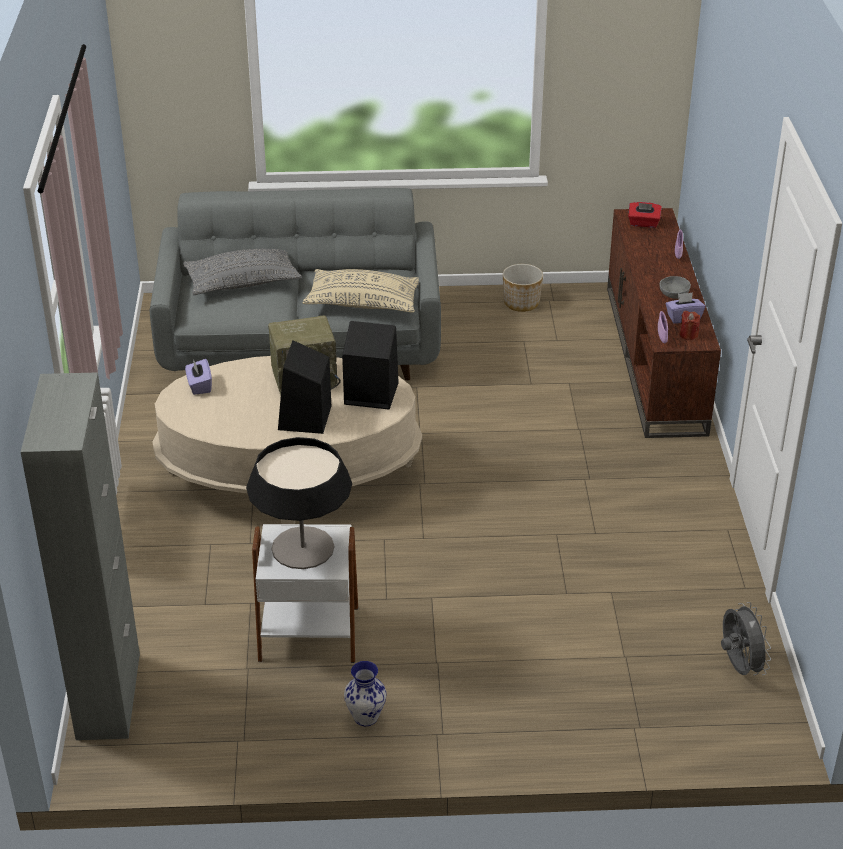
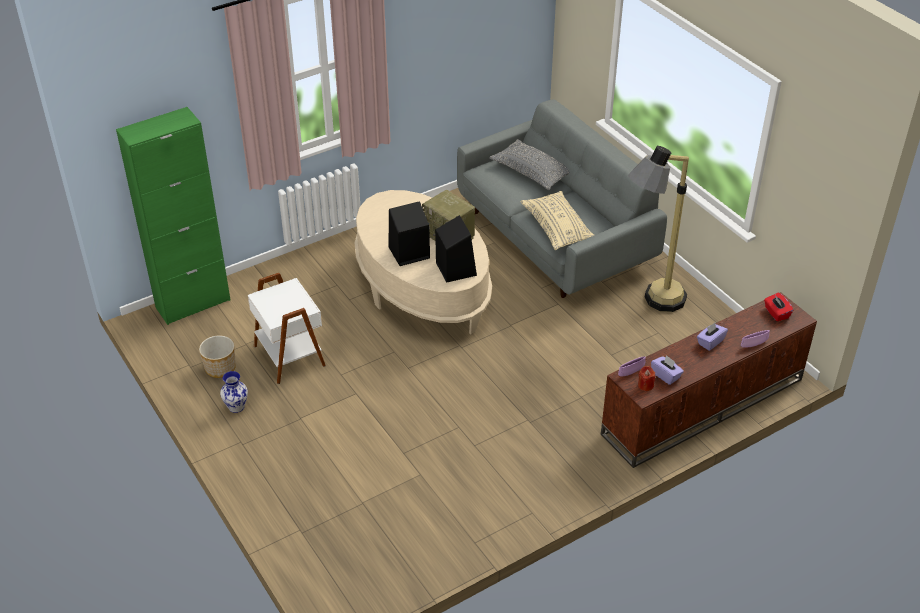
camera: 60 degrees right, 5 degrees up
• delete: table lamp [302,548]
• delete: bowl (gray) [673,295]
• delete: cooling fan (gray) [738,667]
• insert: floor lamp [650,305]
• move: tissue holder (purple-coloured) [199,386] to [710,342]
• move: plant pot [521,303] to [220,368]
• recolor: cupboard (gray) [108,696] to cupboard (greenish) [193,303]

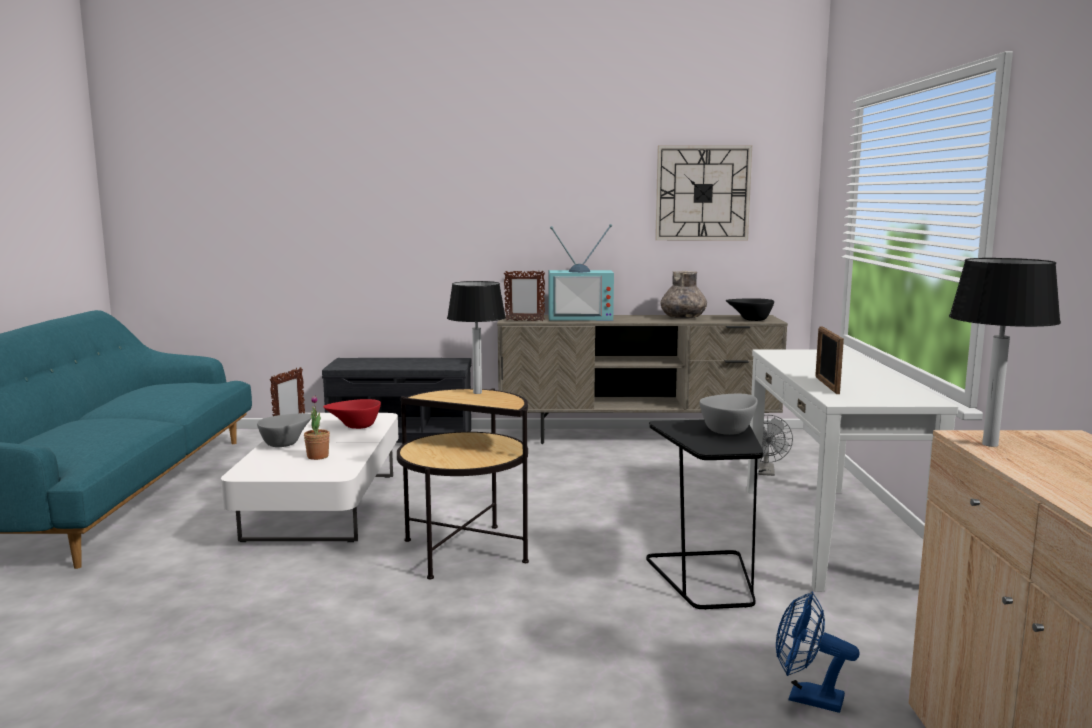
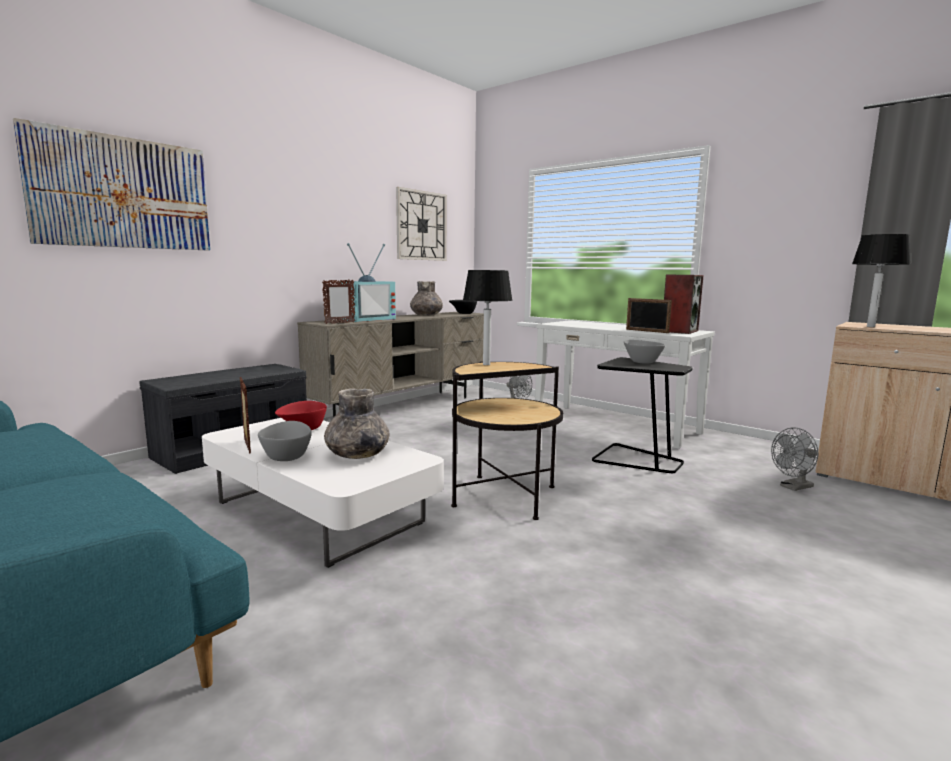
camera: 50 degrees left, 0 degrees up
• insert: wall picture [123,193]
• insert: loudspeaker [679,331]
• replace: plant in a pot [318,456] to vase (gray) [357,455]
• recolor: cooling fan (blue-coloured) [806,698] to cooling fan (gray) [793,487]

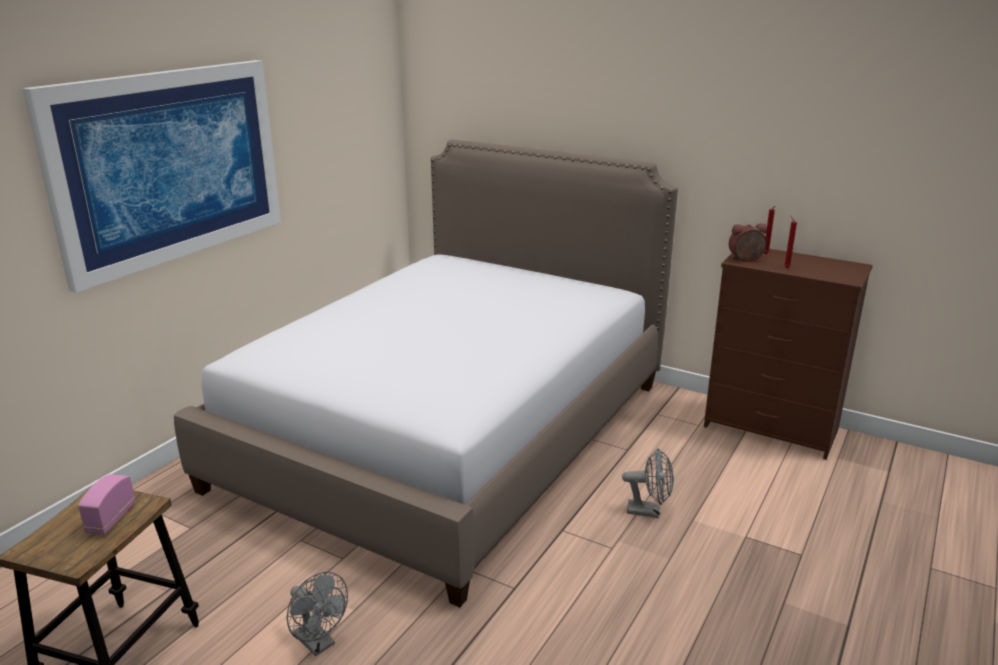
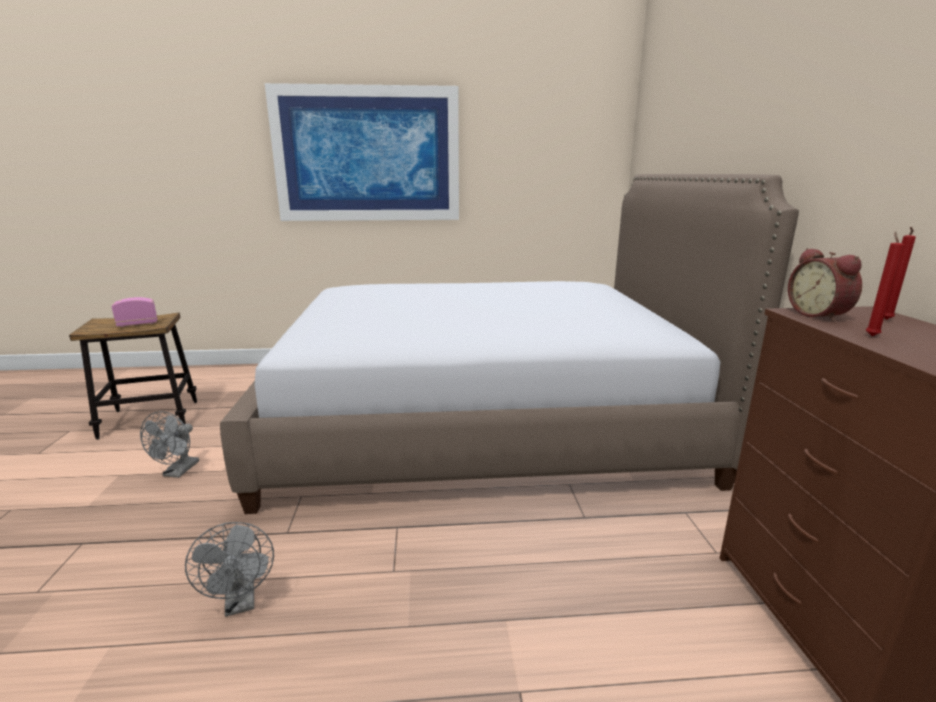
camera: 55 degrees right, 5 degrees down
• move: cooling fan (gray) [649,511] to [241,603]
• rotate: alarm clock [746,260] = [819,315] 150 degrees counterclockwise

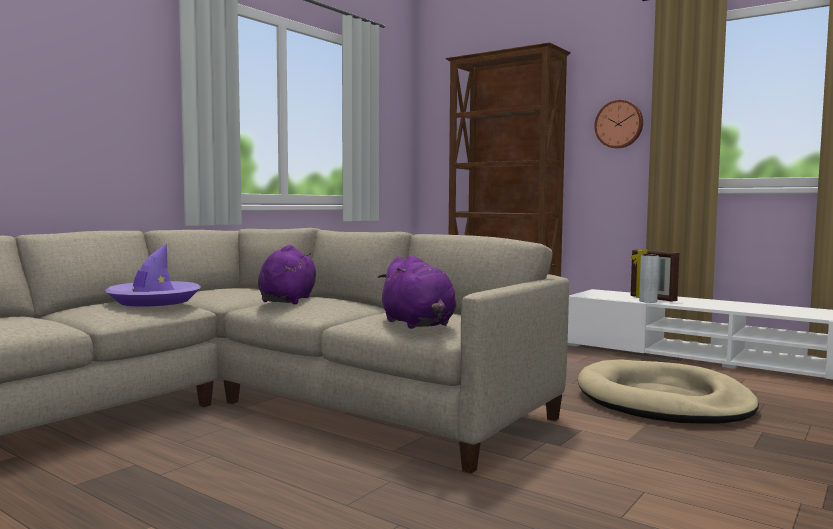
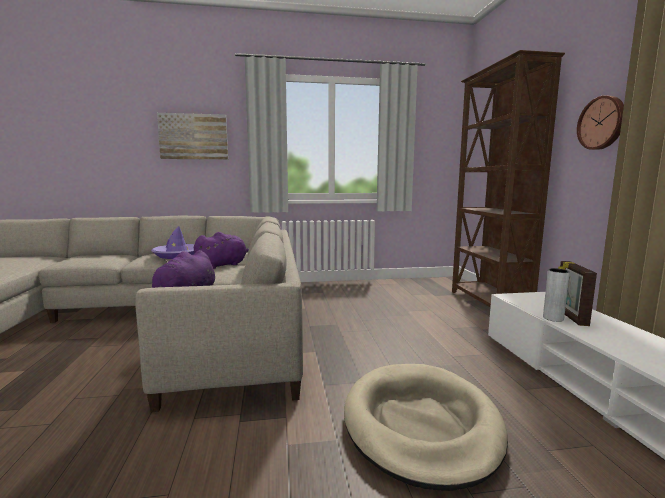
camera: 45 degrees right, 5 degrees up
• insert: wall picture [194,137]

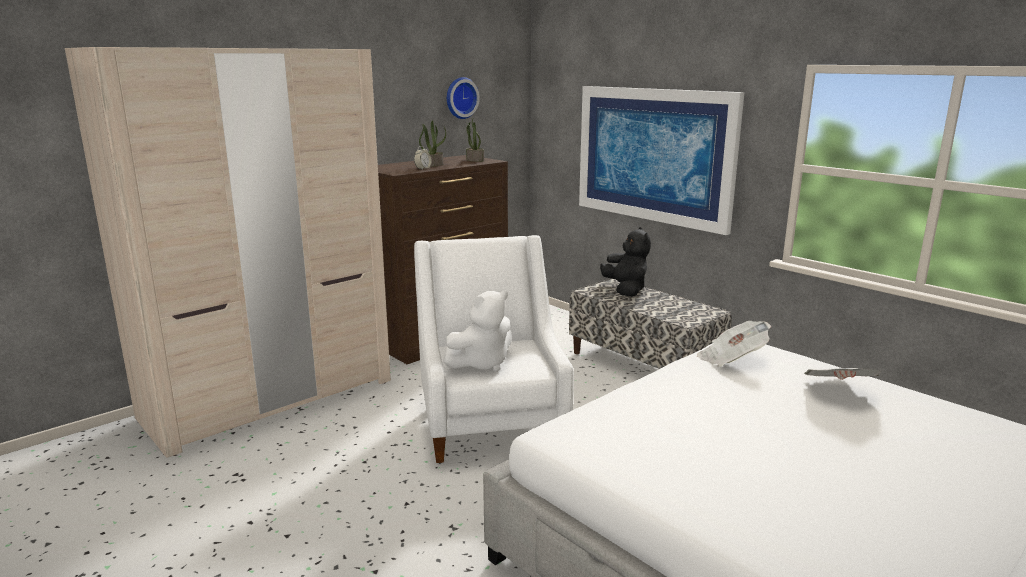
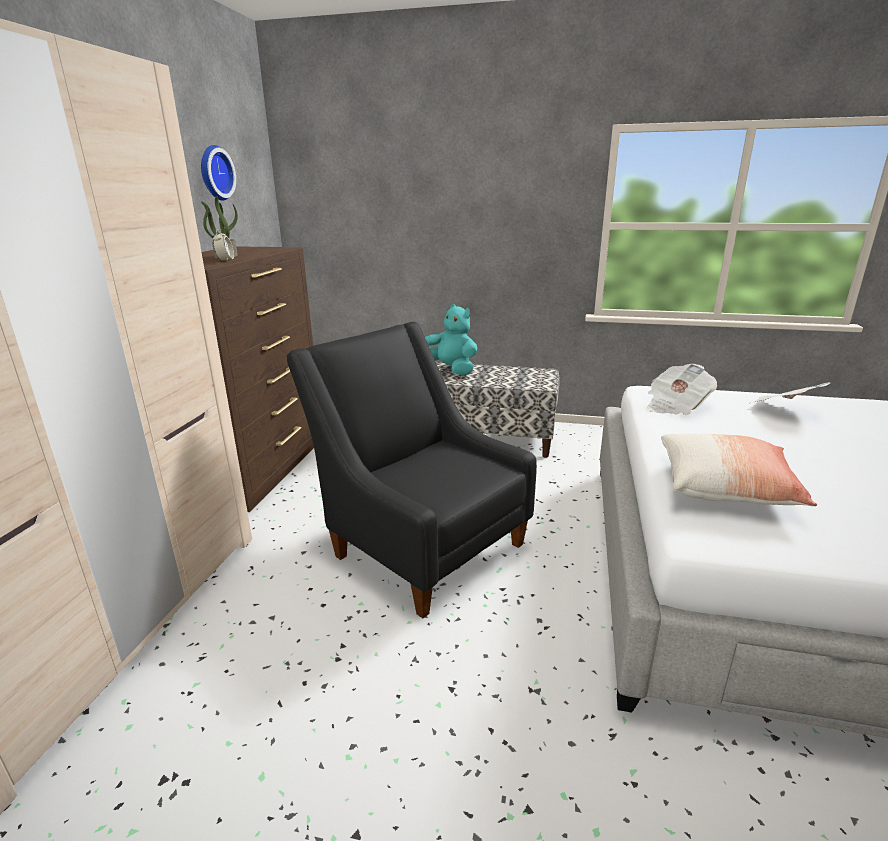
camera: 35 degrees left, 5 degrees up
• delete: cuddly toy (white) [482,363]
• delete: plant in a pot [474,160]
• delete: wall picture [654,155]
• insert: cushion [725,487]
• recolor: armchair (white) [490,421] to armchair (blackish) [420,544]
• recolor: cuddly toy (blackish) [626,290] to cuddly toy (turquoise-coloured) [450,370]

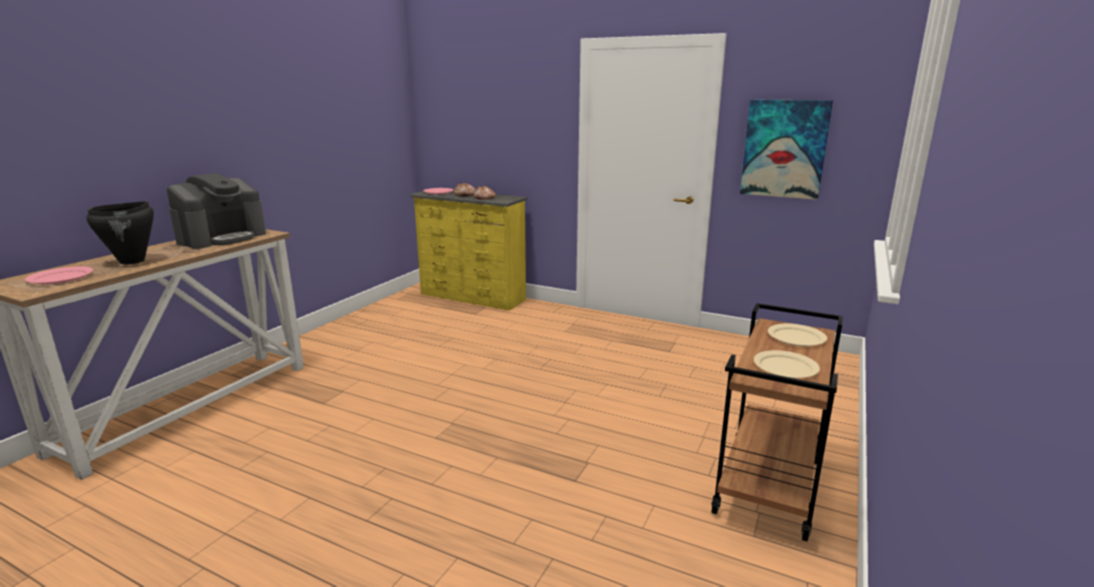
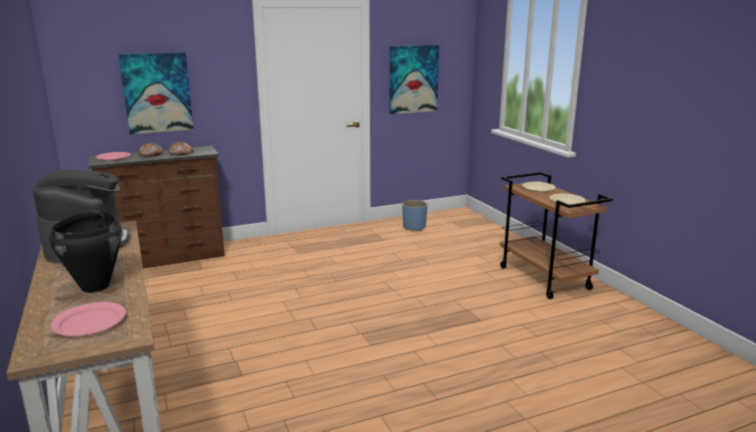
camera: 50 degrees left, 0 degrees up
• insert: wall picture [157,93]
• insert: plant pot (blue-coloured) [414,227]
• recolor: drawer chest (yellow) [472,297] to drawer chest (brown-coloured) [168,258]

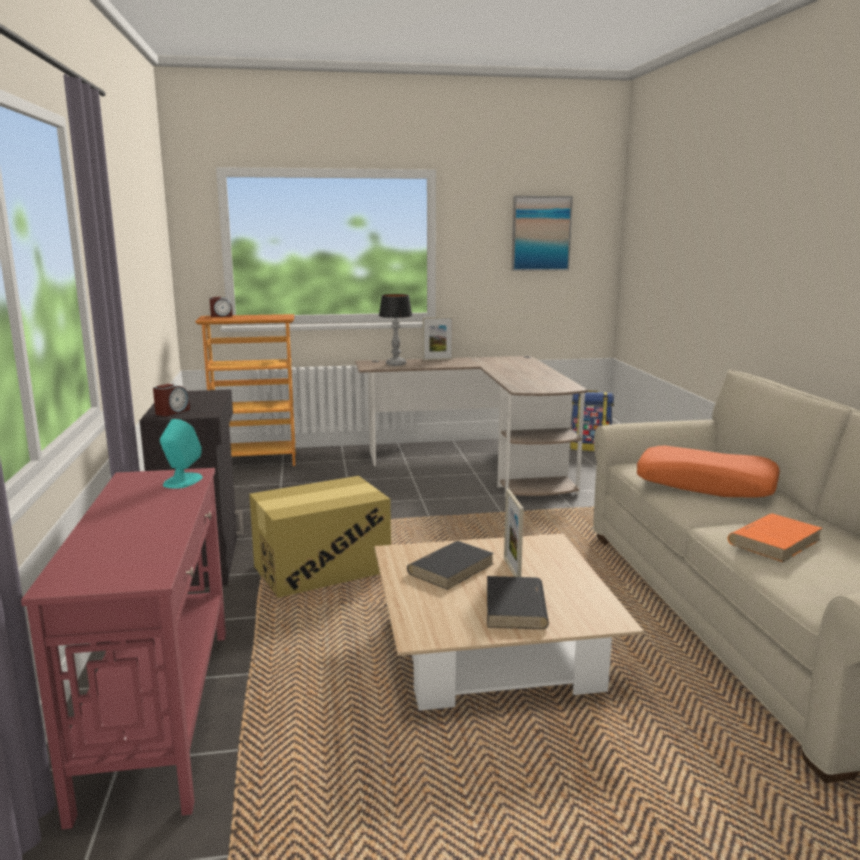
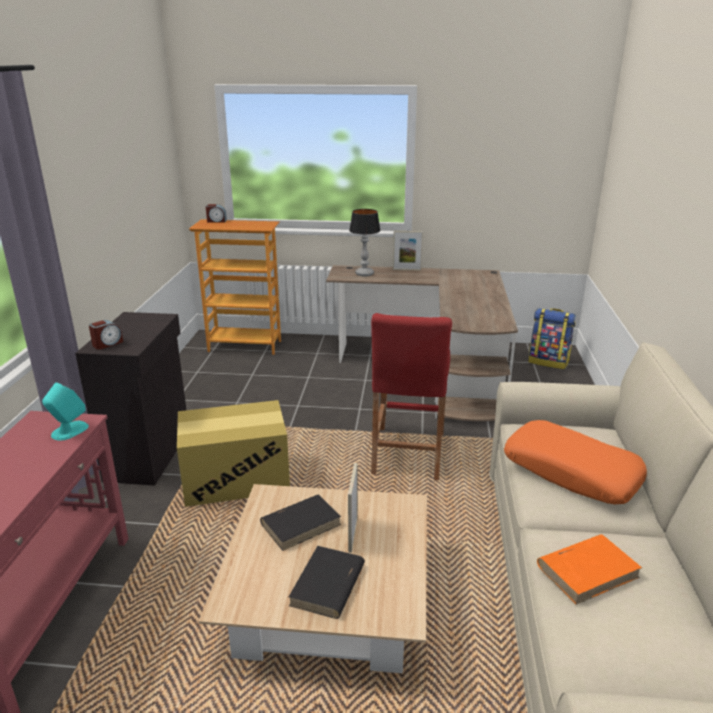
camera: 15 degrees right, 10 degrees up
• delete: wall picture [541,233]
• insert: stool seat (reddish) [407,452]

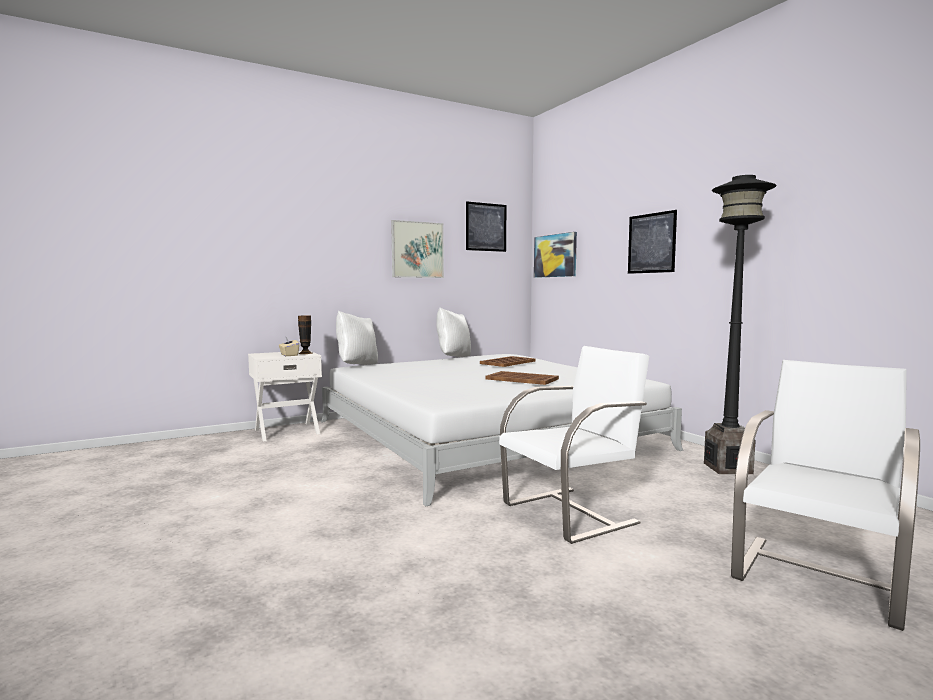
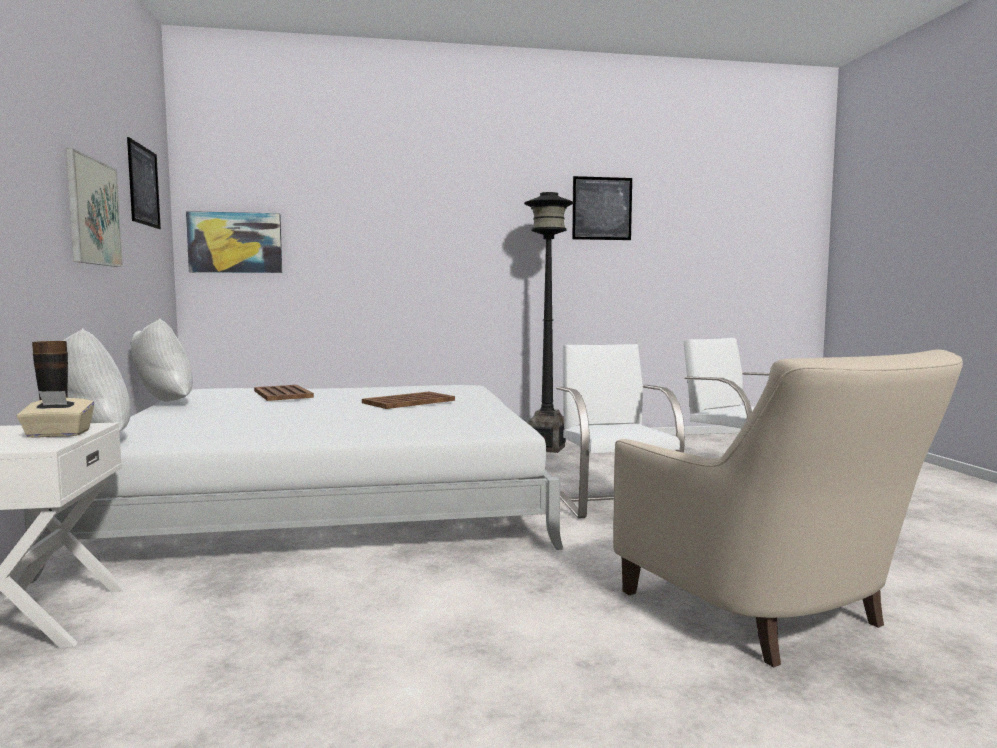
camera: 70 degrees left, 0 degrees up
• insert: armchair (sand-coloured) [771,615]
• move: wall picture [651,243] to [602,208]

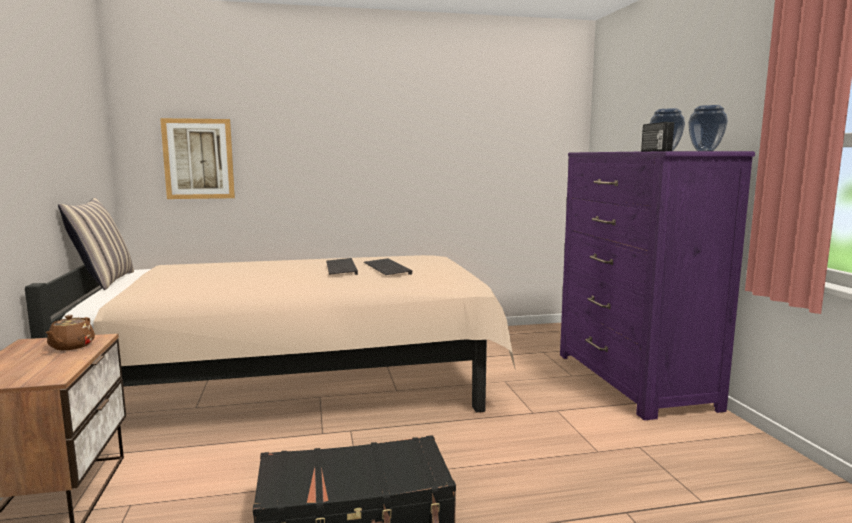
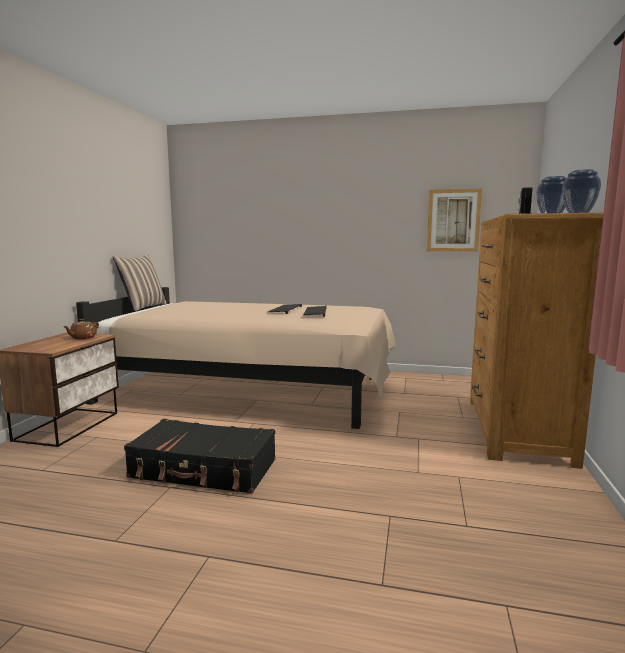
camera: 25 degrees right, 0 degrees up
• move: wall picture [198,159] to [453,220]
• recolor: drawer chest (purple-coloured) [632,380] to drawer chest (brown-coloured) [515,429]

